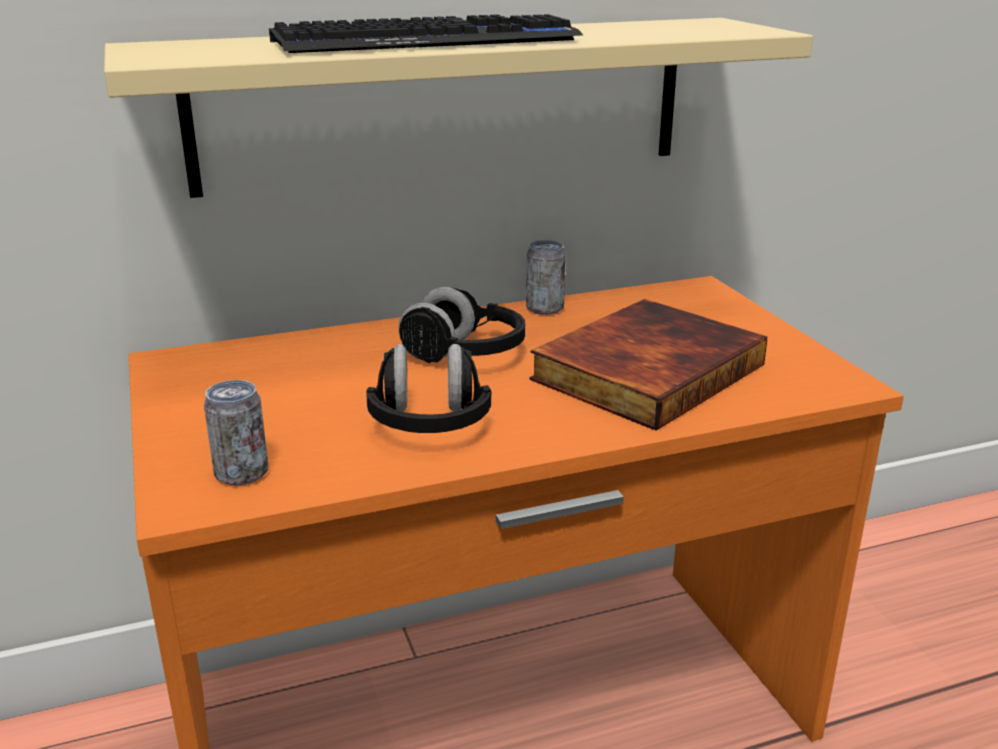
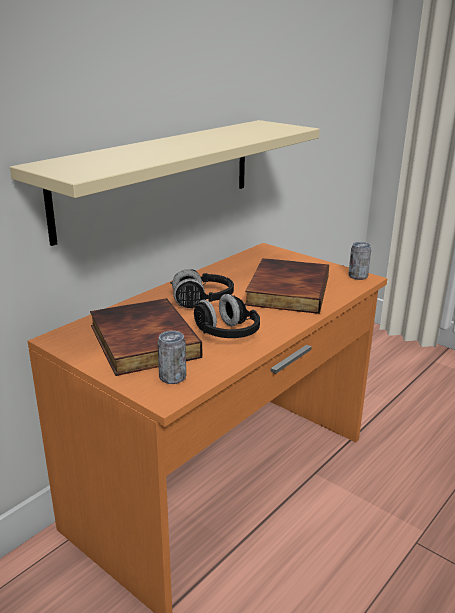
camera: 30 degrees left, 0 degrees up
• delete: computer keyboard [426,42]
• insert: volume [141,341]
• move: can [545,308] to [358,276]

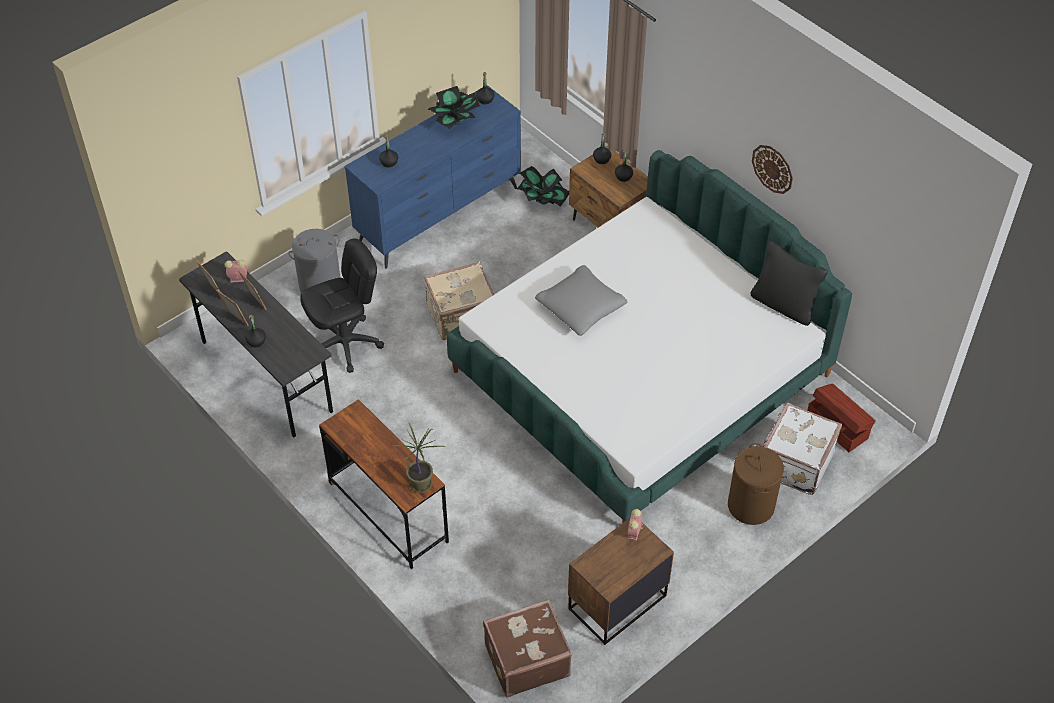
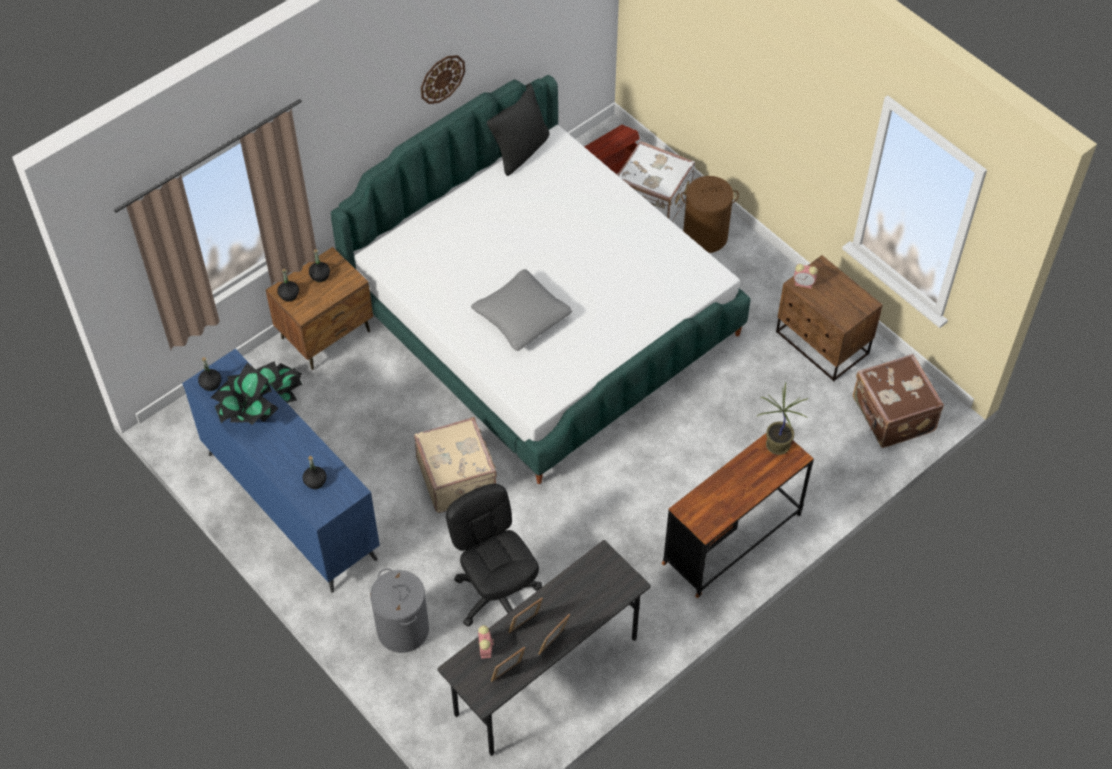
camera: 90 degrees left, 5 degrees up
• delete: drink bottle (blackish) [256,341]

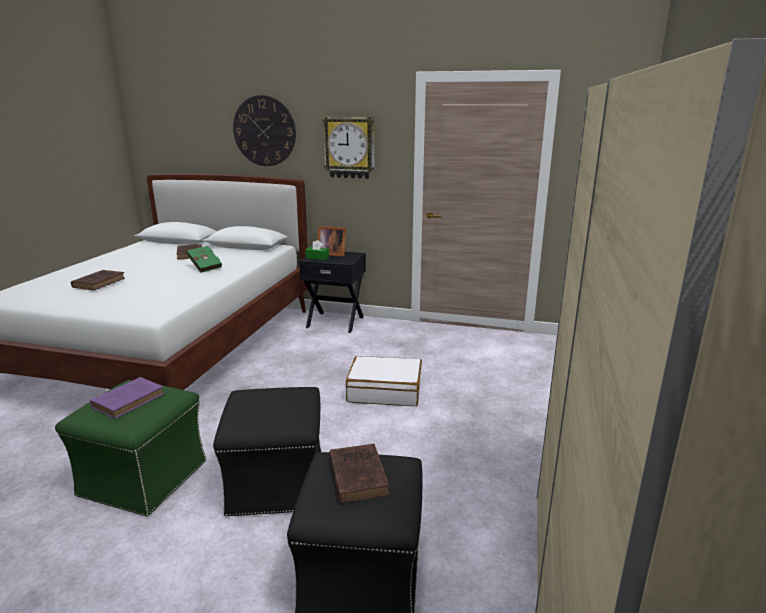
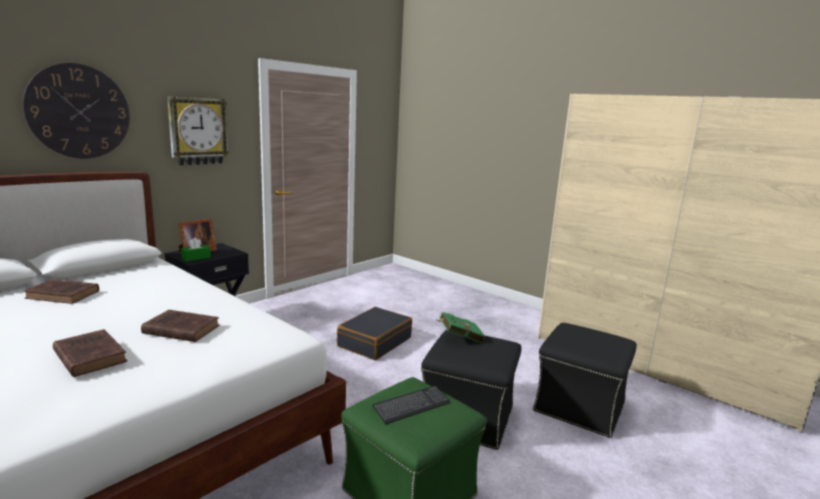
camera: 65 degrees left, 5 degrees down
• move: volume (greenish) [205,267] to [458,337]
• move: volume (brown-coloured) [357,475] to [179,329]
• replace: volume (purple-coloured) [130,400] to computer keyboard [411,406]
• recolor: piece of luggage (white) [385,391] to piece of luggage (blackish) [374,342]

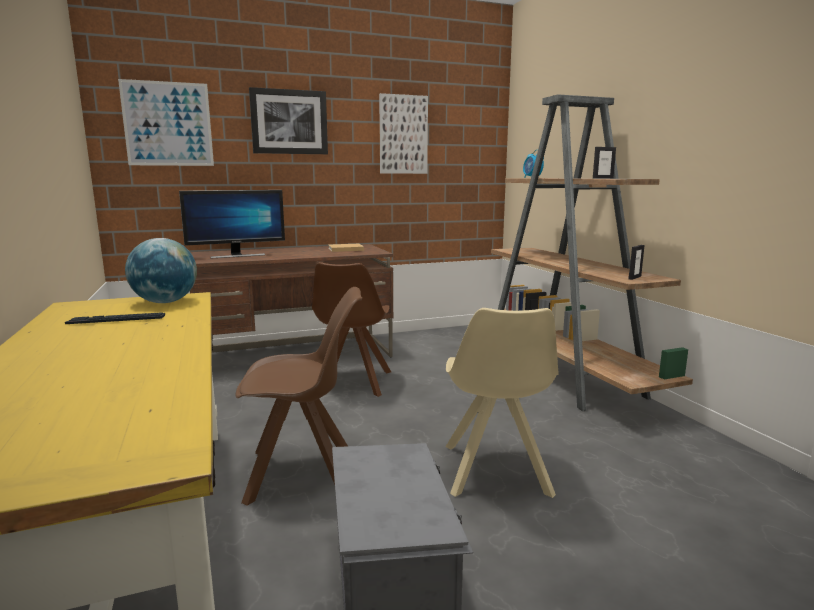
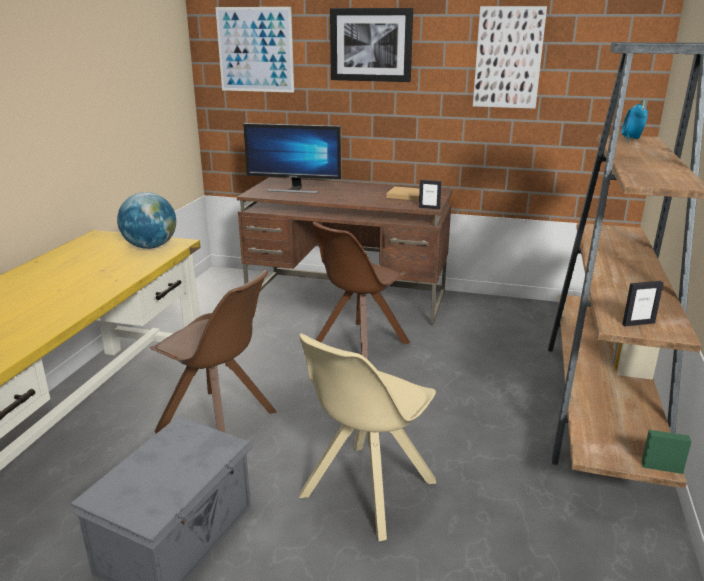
camera: 35 degrees right, 10 degrees up
• delete: computer keyboard [117,320]
• move: photo frame [602,178] to [429,208]

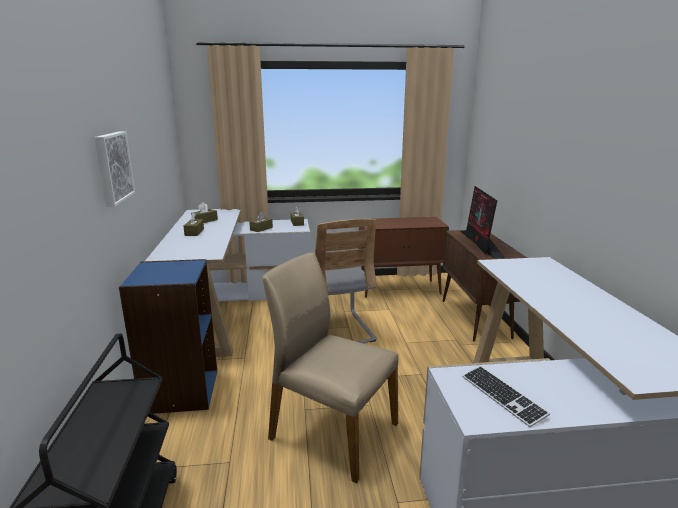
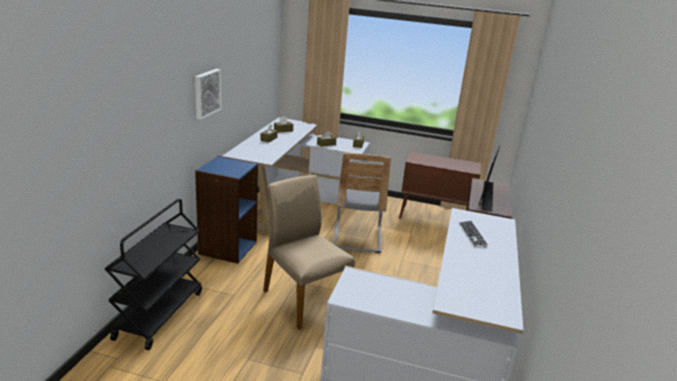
camera: 20 degrees right, 5 degrees up
• move: computer keyboard [502,396] to [472,235]

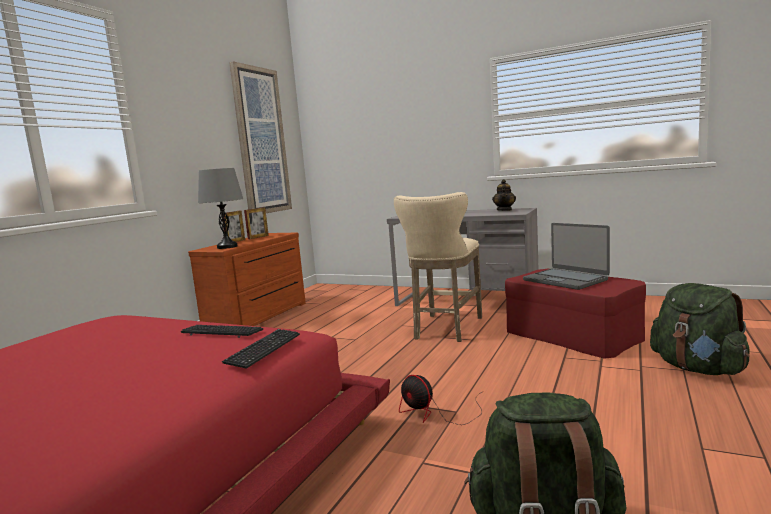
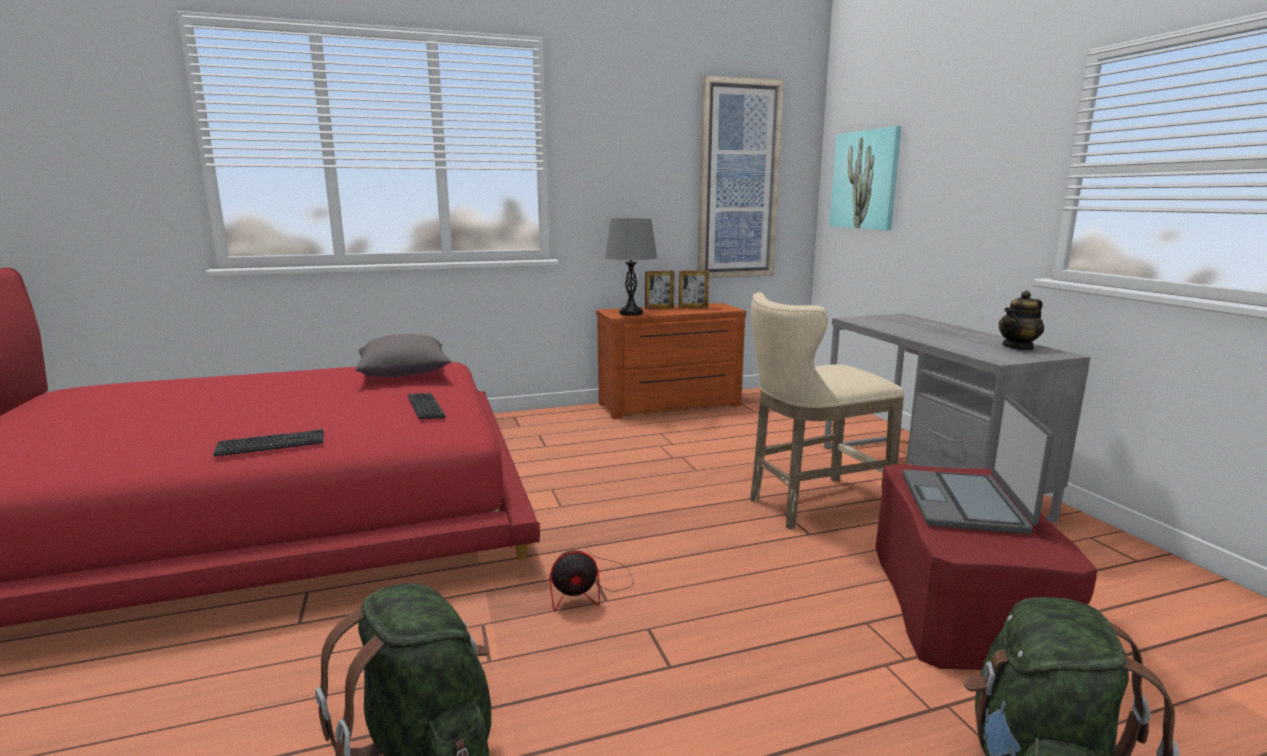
camera: 45 degrees right, 5 degrees up
• insert: cushion (gray) [405,374]
• insert: wall picture [864,180]
• move: computer keyboard [264,349] to [271,445]
• rotate: cooling fan [436,413] = [588,590] 105 degrees counterclockwise

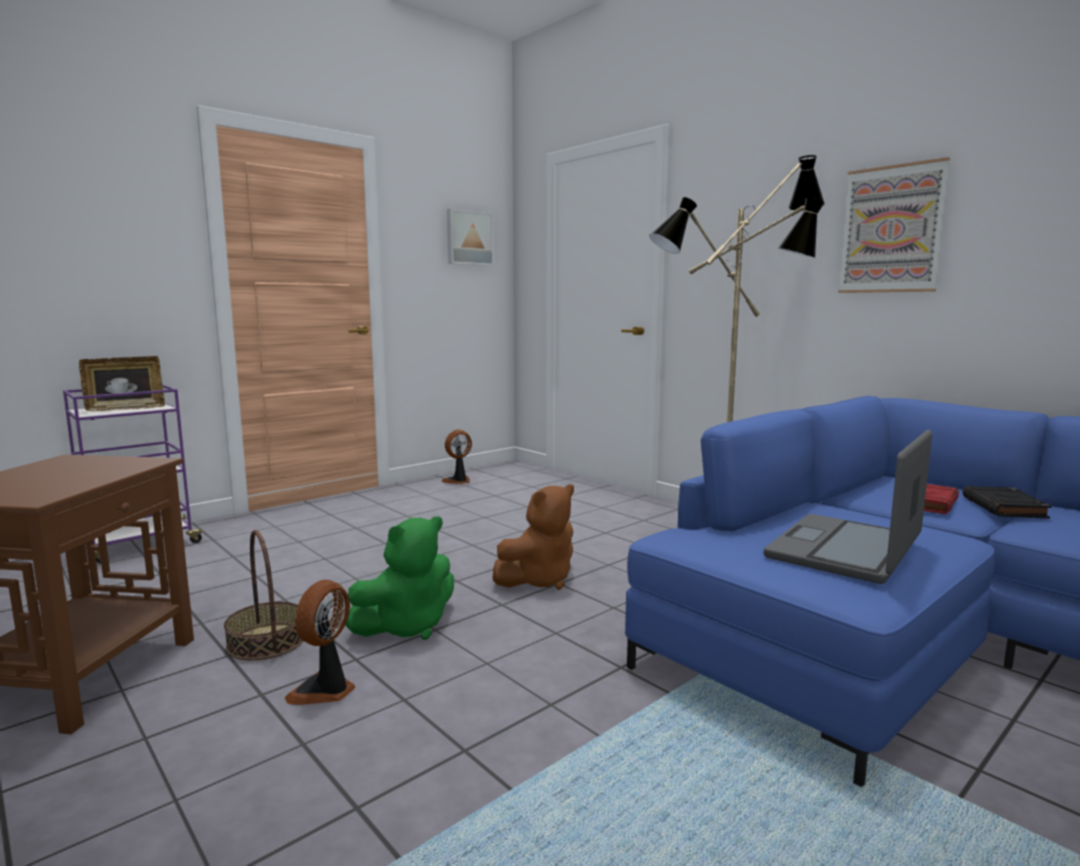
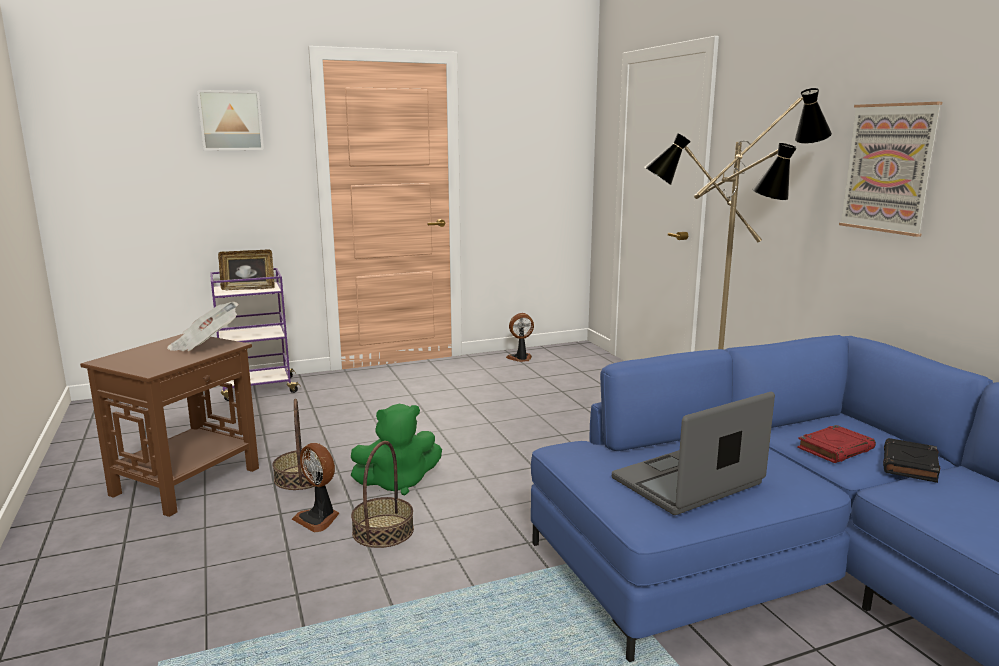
camera: 20 degrees right, 5 degrees up
• delete: cuddly toy (brown-coloured) [539,580]
• insert: printed paper [205,345]
• insert: household basket [383,531]
• move: wall picture [469,238] to [231,120]
• rotate: cooling fan [325,690] = [319,518] 90 degrees counterclockwise

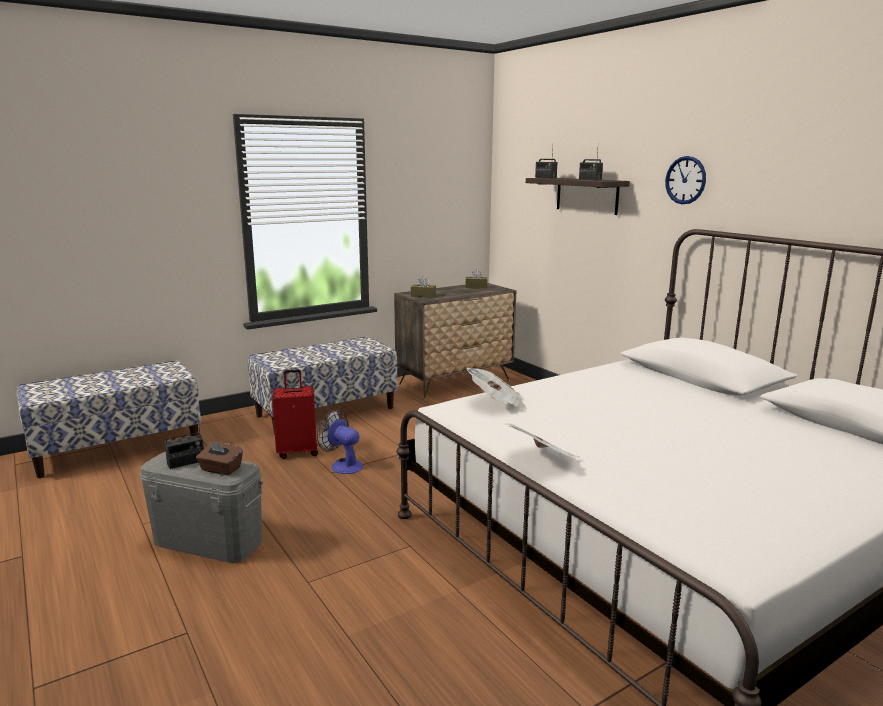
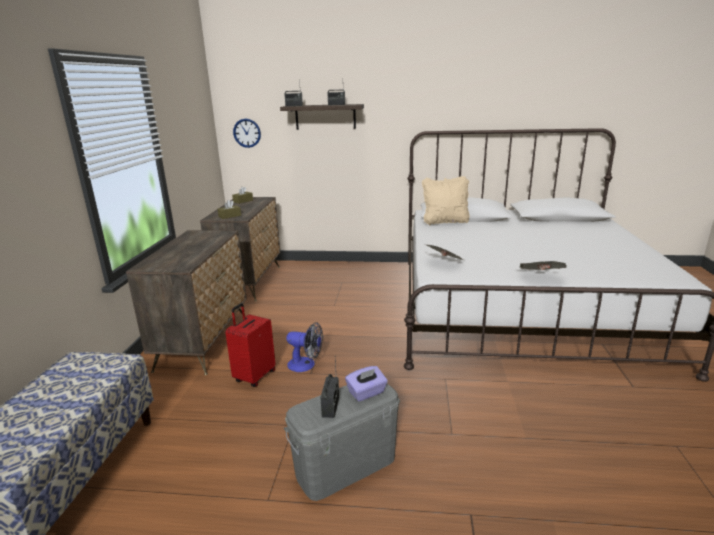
camera: 50 degrees left, 5 degrees up
• insert: cushion (sand-coloured) [445,222]
• move: hanging clock [685,180] to [247,133]
• replace: bench [326,411] to drawer chest [204,341]
• recolor: tissue holder (brown-coloured) [220,469] to tissue holder (purple-coloured) [366,393]
• rotate: cooling fan [342,465] = [306,365] 150 degrees counterclockwise

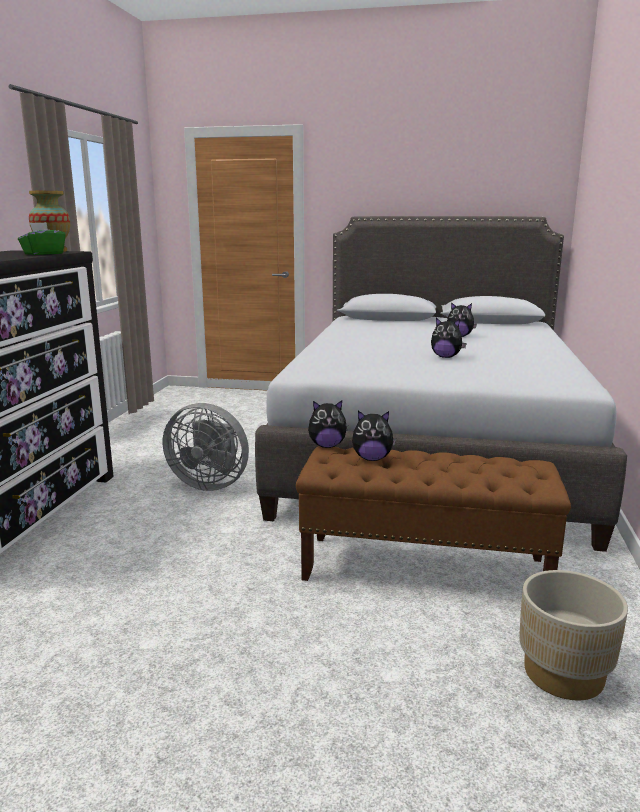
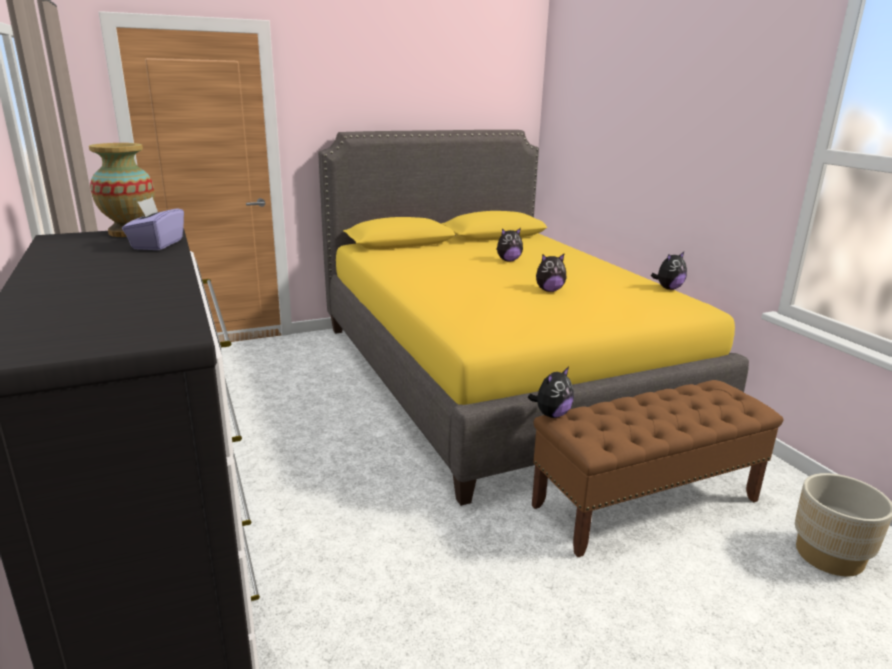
camera: 35 degrees left, 5 degrees up
• delete: cooling fan (gray) [210,483]
• move: cuddly toy [372,458] to [668,288]
• recolor: tissue holder (greenish) [43,254] to tissue holder (purple-coloured) [157,244]
• recolor: bedroom bed (gray) [431,450] to bedroom bed (yellow) [497,375]

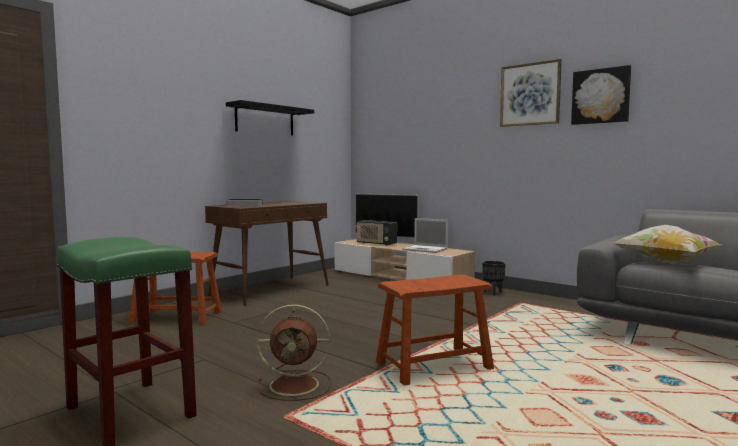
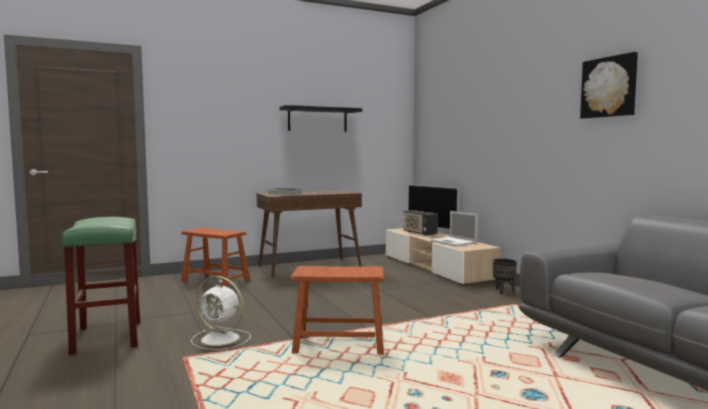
camera: 25 degrees right, 0 degrees up
• delete: wall picture [530,94]
• delete: cushion [665,262]
• recolor: cooling fan (brown-coloured) [296,385] to cooling fan (white) [222,339]

